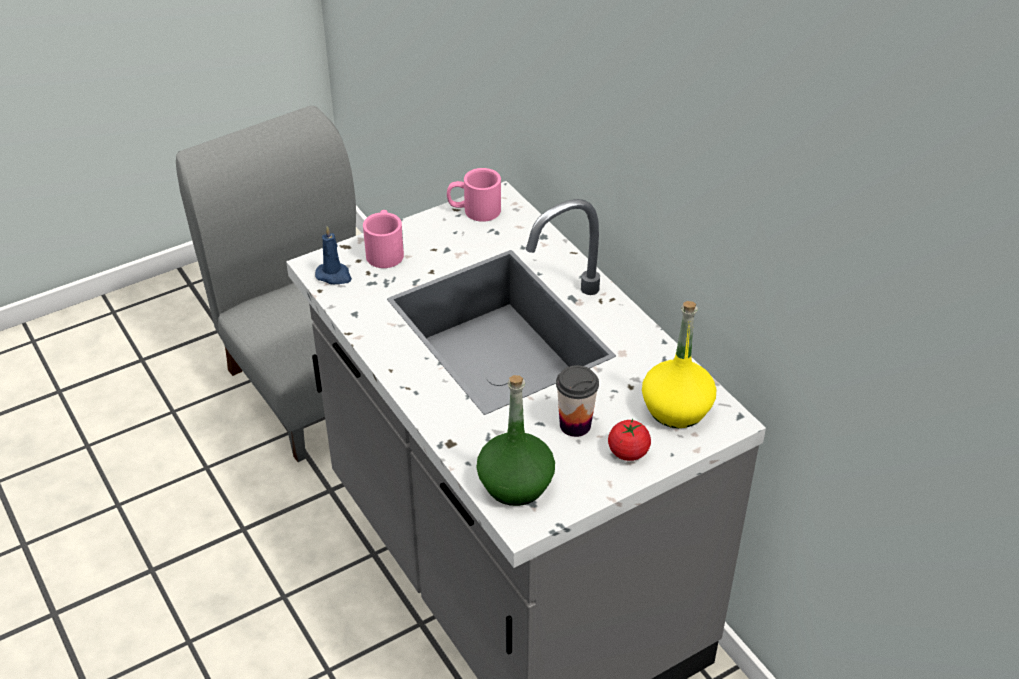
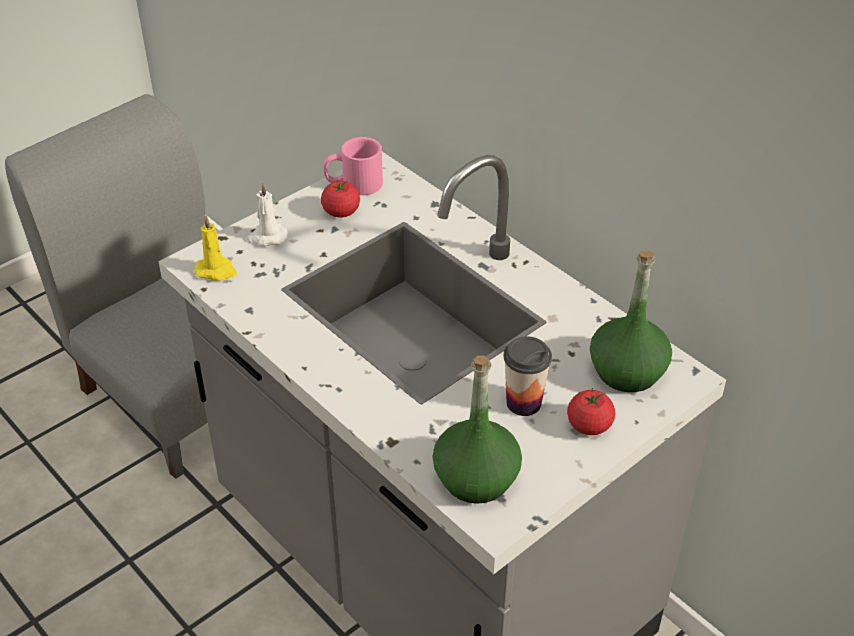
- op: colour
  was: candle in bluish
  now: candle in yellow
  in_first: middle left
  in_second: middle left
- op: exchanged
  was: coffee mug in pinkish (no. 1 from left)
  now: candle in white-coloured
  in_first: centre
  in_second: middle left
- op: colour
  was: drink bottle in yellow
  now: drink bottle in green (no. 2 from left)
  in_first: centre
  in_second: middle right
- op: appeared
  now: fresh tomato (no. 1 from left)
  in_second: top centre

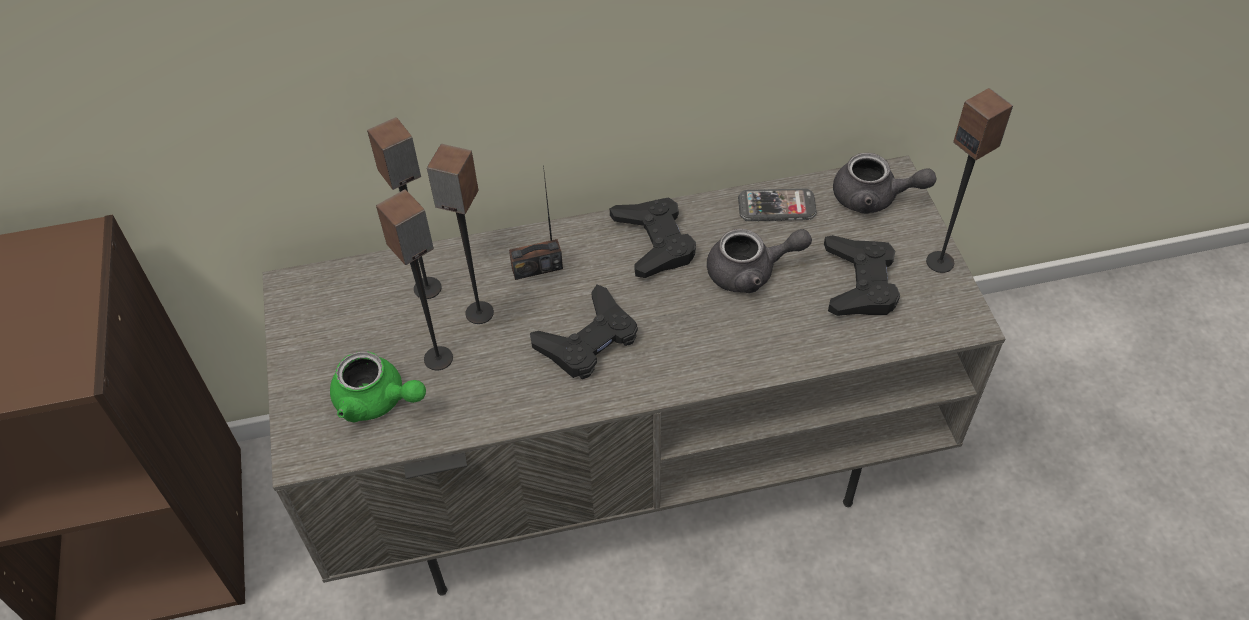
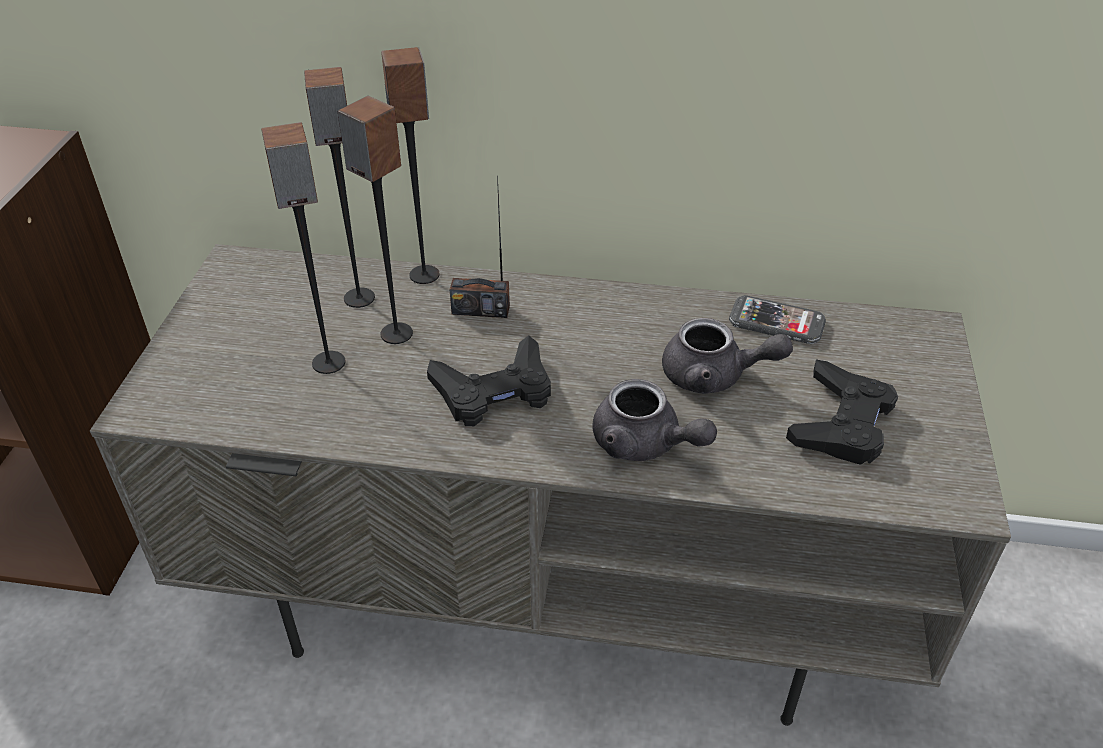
- op: missing
  was: tea pot in green
  in_first: middle left
- op: missing
  was: joypad in black (no. 2 from left)
  in_first: centre
- op: relocated
  was: tea pot in greyish (no. 2 from left in the first image)
  now: tea pot in greyish (no. 1 from left)
  in_first: top right
  in_second: centre
- op: relocated
  was: speaker (no. 4 from left)
  in_first: top right
  in_second: top centre

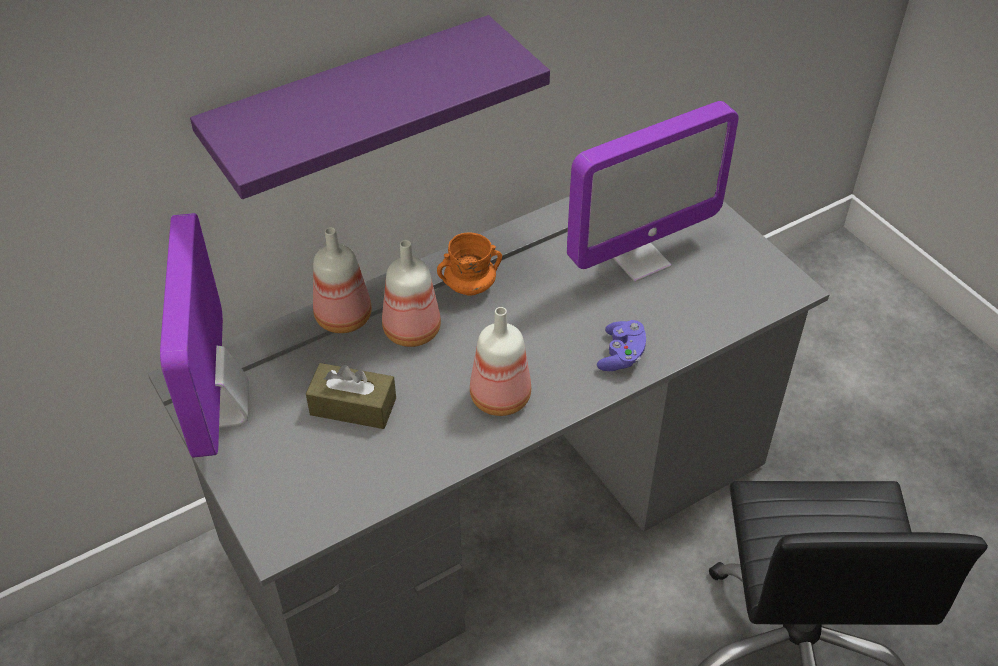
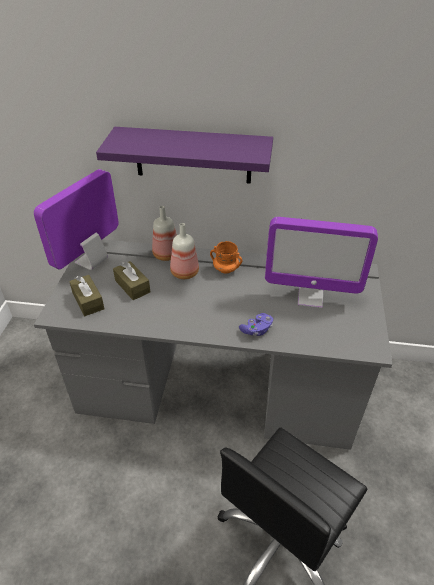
- op: missing
  was: drink bottle (no. 3 from left)
  in_first: centre
- op: appeared
  now: box of tissues in brown (no. 1 from left)
  in_second: middle left

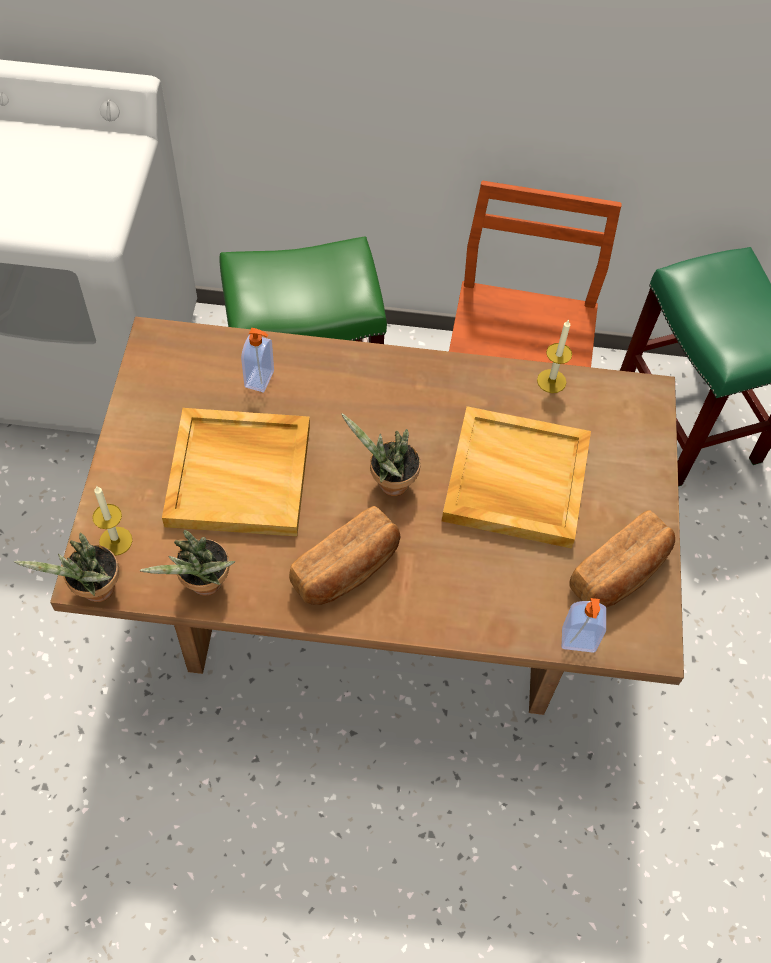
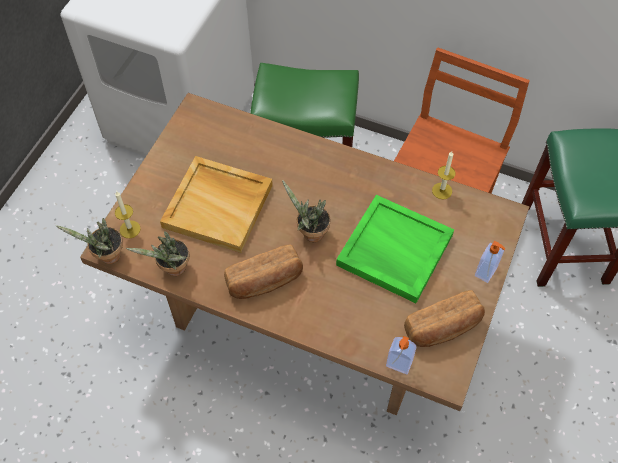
- op: relocated
  was: liquid soap bottle (no. 1 from left in the first image)
  now: liquid soap bottle (no. 2 from left)
  in_first: centre
  in_second: middle right
- op: colour
  was: serving tray in beige (no. 2 from left)
  now: serving tray in green
  in_first: middle right
  in_second: centre

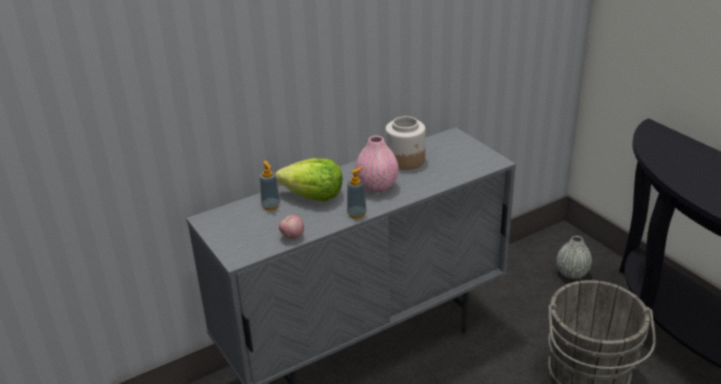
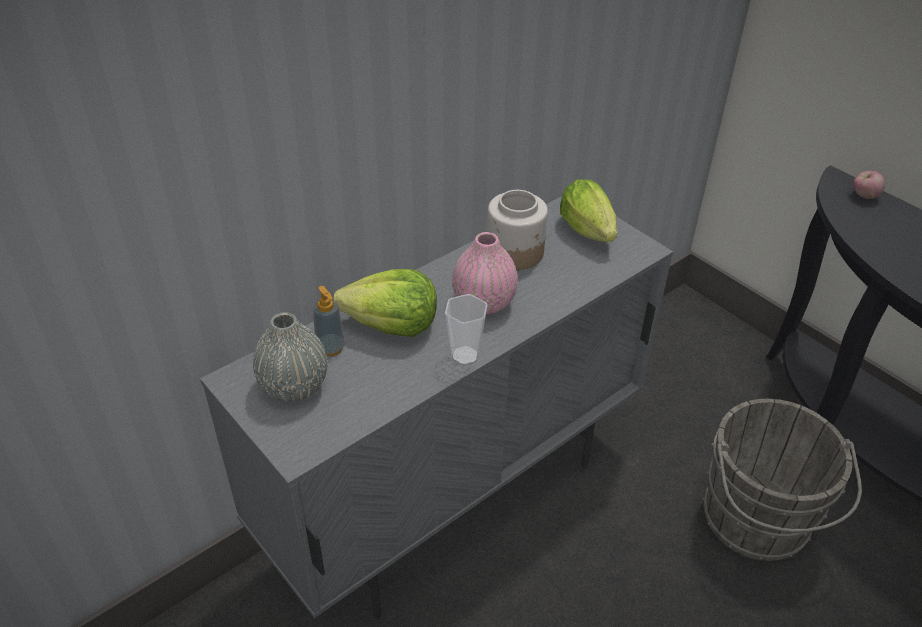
- op: relocated
  was: apple fruit
  in_first: centre
  in_second: top right
- op: exchanged
  was: liquid soap bottle (no. 2 from left)
  now: cup
  in_first: centre
  in_second: centre
- op: relocated
  was: decorative vase in greyish
  in_first: bottom right
  in_second: middle left
- op: appeared
  now: head of lettuce (no. 2 from left)
  in_second: centre

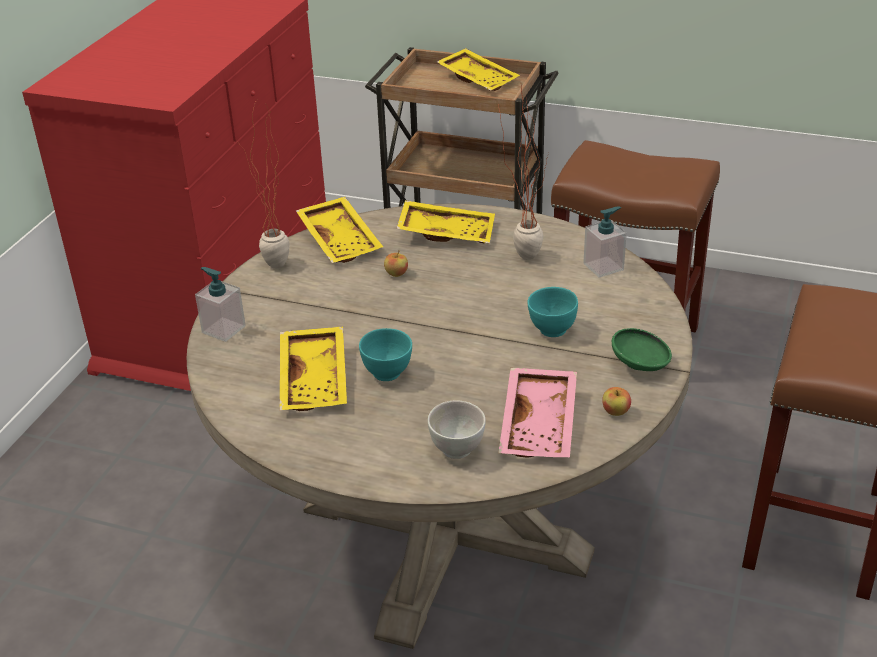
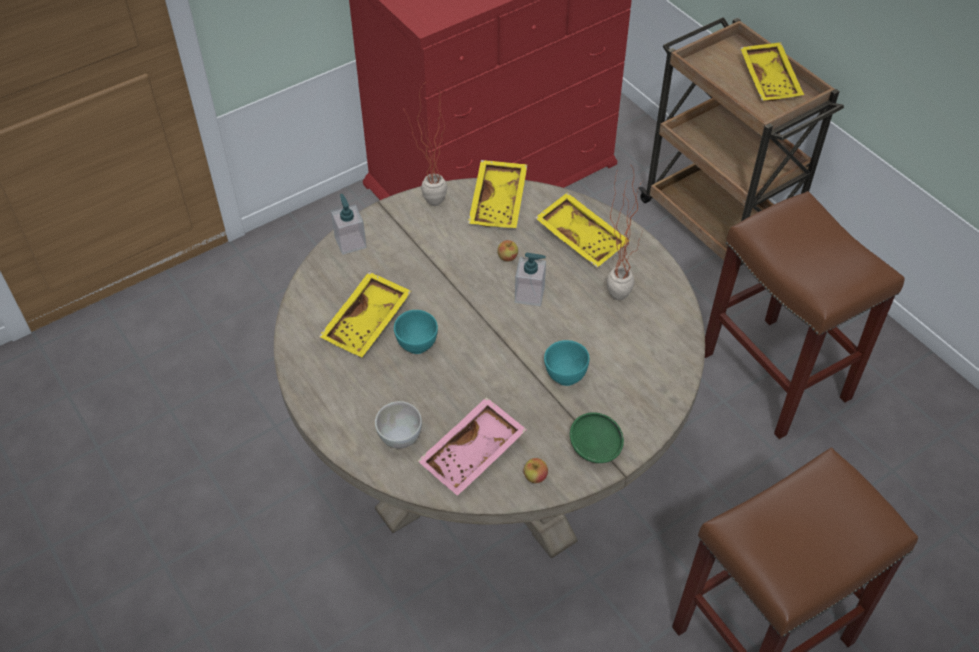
- op: relocated
  was: liquid soap bottle (no. 2 from left)
  in_first: middle right
  in_second: centre

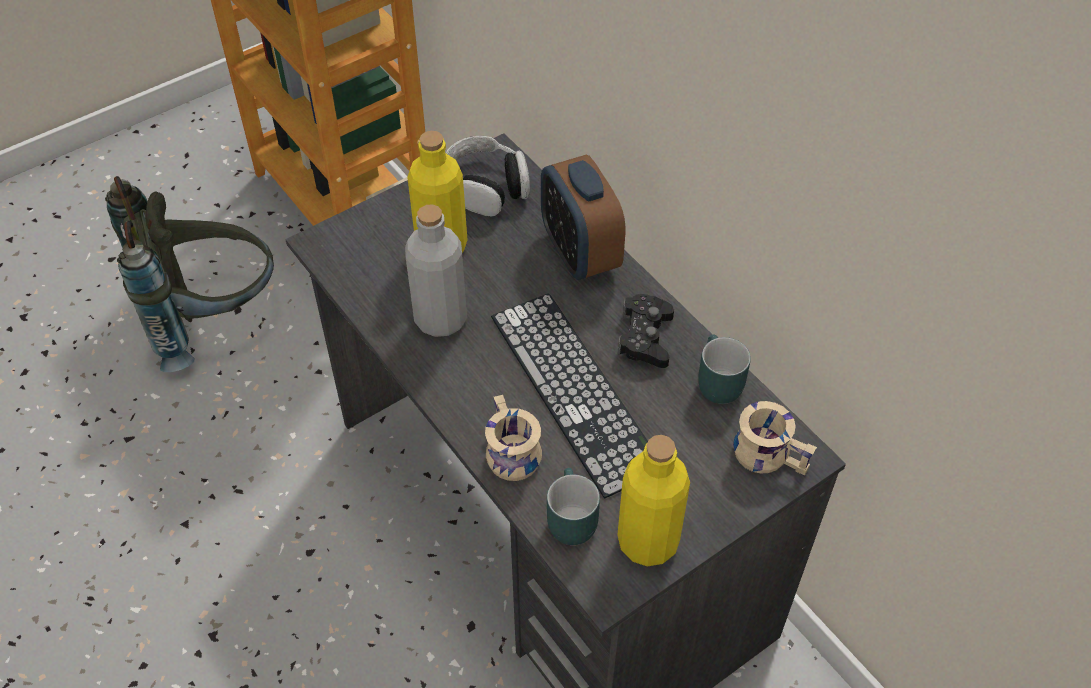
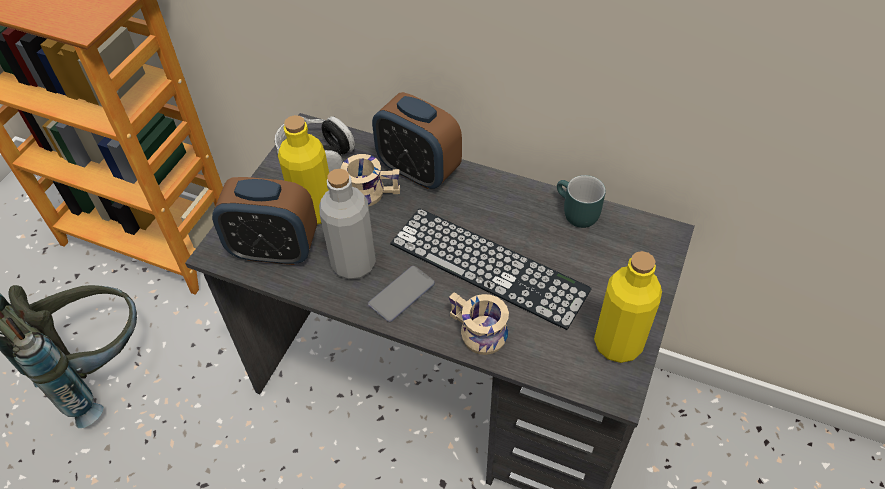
- op: missing
  was: coffee mug in blue-green (no. 1 from left)
  in_first: bottom centre
- op: missing
  was: joypad in black
  in_first: centre
- op: relocated
  was: coffee mug in beige (no. 2 from left in the first image)
  now: coffee mug in beige (no. 1 from left)
  in_first: middle right
  in_second: centre
- op: appeared
  now: bedside clock (no. 1 from left)
  in_second: middle left
- op: appeared
  now: telephone
  in_second: centre

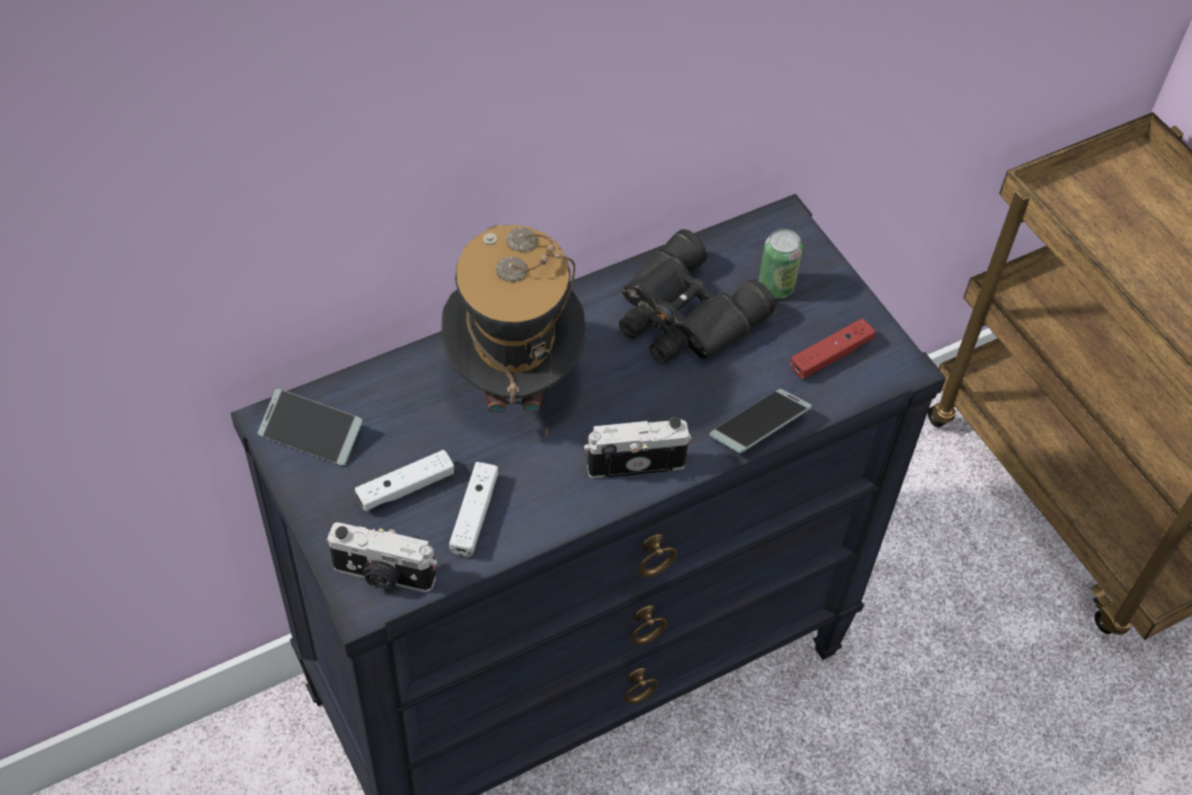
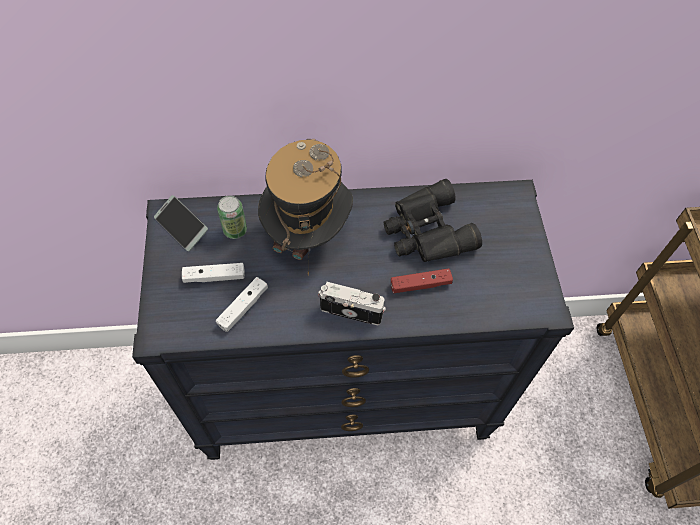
- op: missing
  was: still camera (no. 1 from left)
  in_first: bottom left
- op: missing
  was: telephone (no. 2 from left)
  in_first: centre
- op: relocated
  was: metal can
  in_first: top centre
  in_second: middle left
- op: relocated
  was: joypad in reddish
  in_first: middle right
  in_second: centre

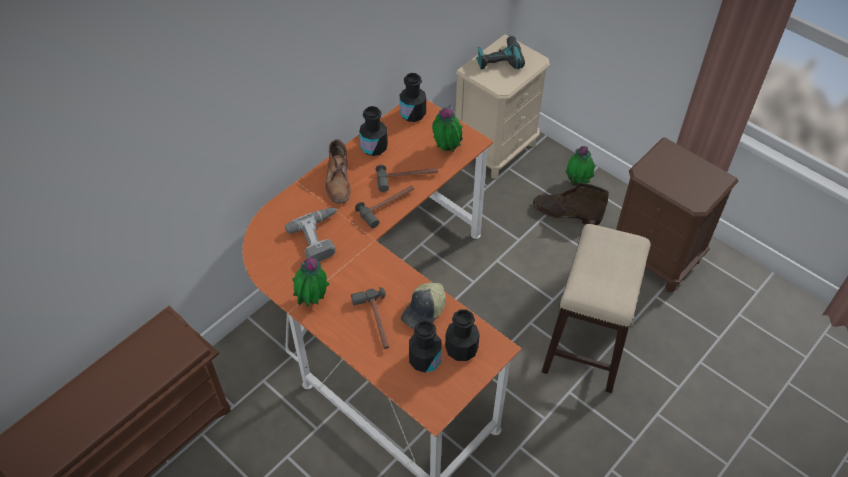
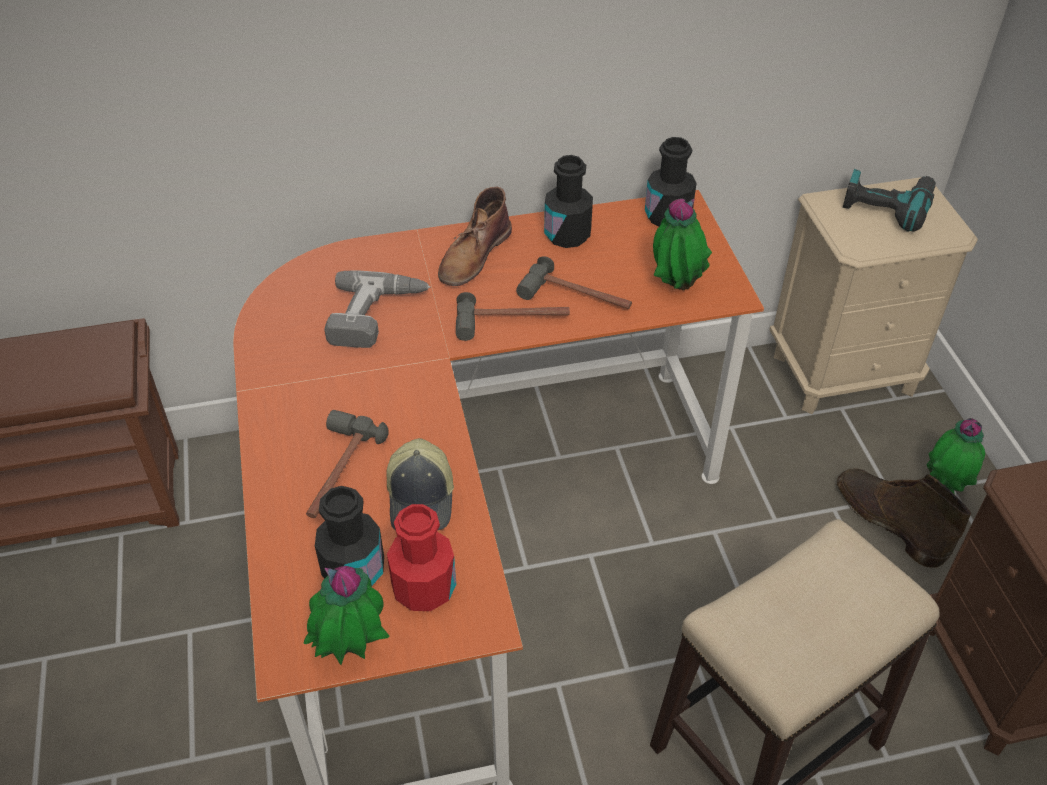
- op: relocated
  was: plant in a pot (no. 1 from left)
  in_first: centre
  in_second: bottom left
- op: spun
  was: baseball cap
  in_first: centre
  in_second: centre
  clockwise: -75
- op: colour
  was: drink bottle in black (no. 4 from left)
  now: drink bottle in reddish
  in_first: bottom centre
  in_second: bottom centre

